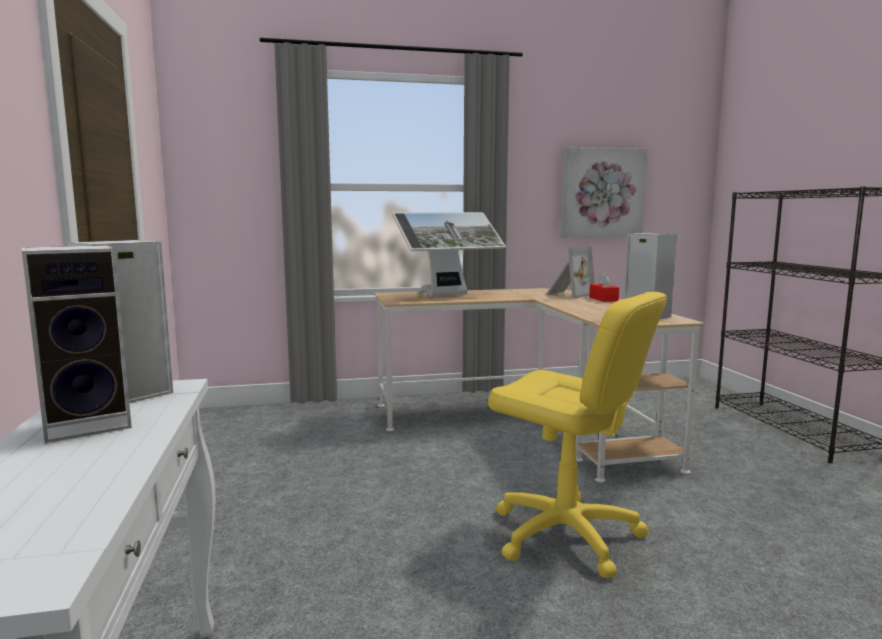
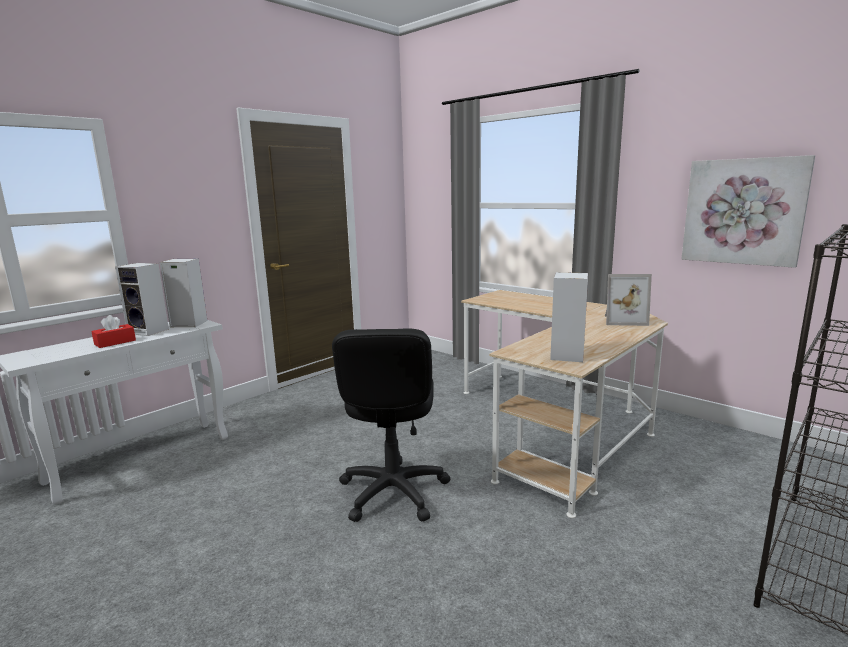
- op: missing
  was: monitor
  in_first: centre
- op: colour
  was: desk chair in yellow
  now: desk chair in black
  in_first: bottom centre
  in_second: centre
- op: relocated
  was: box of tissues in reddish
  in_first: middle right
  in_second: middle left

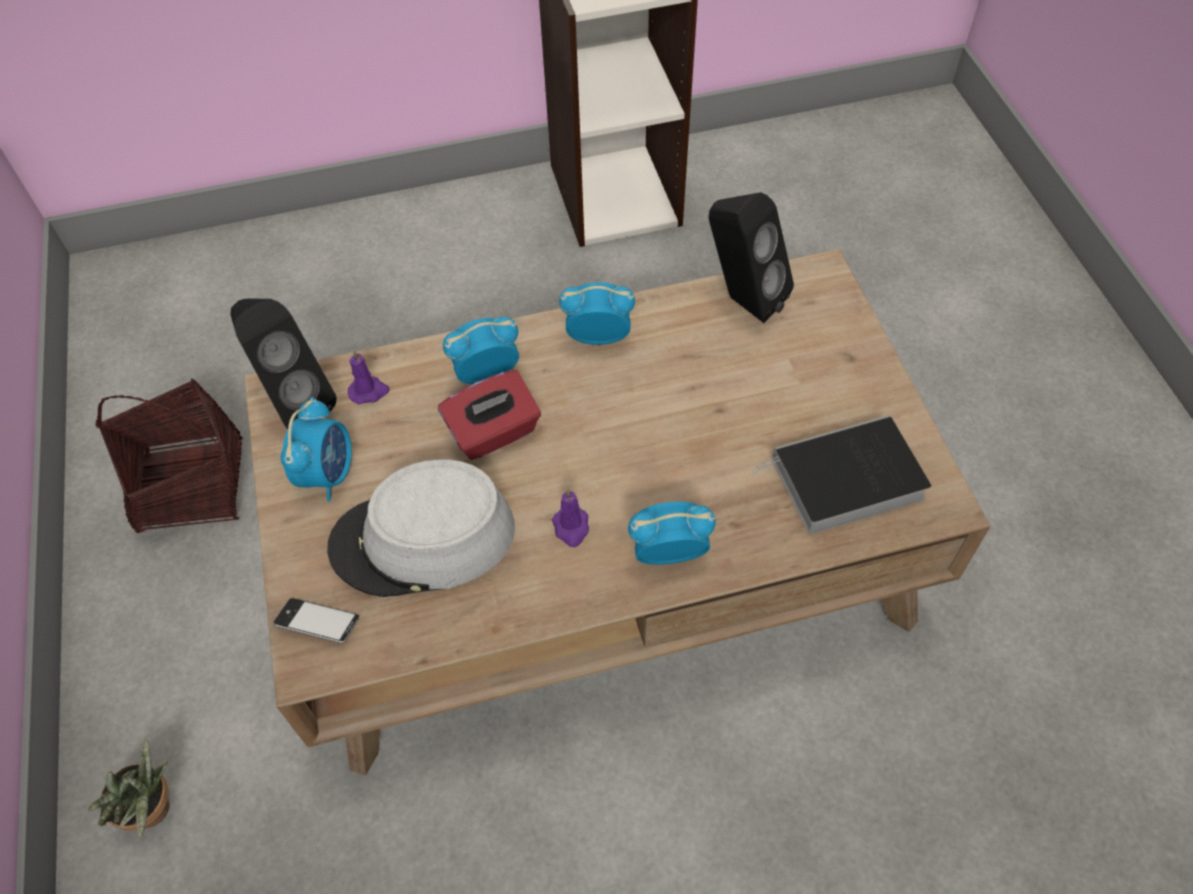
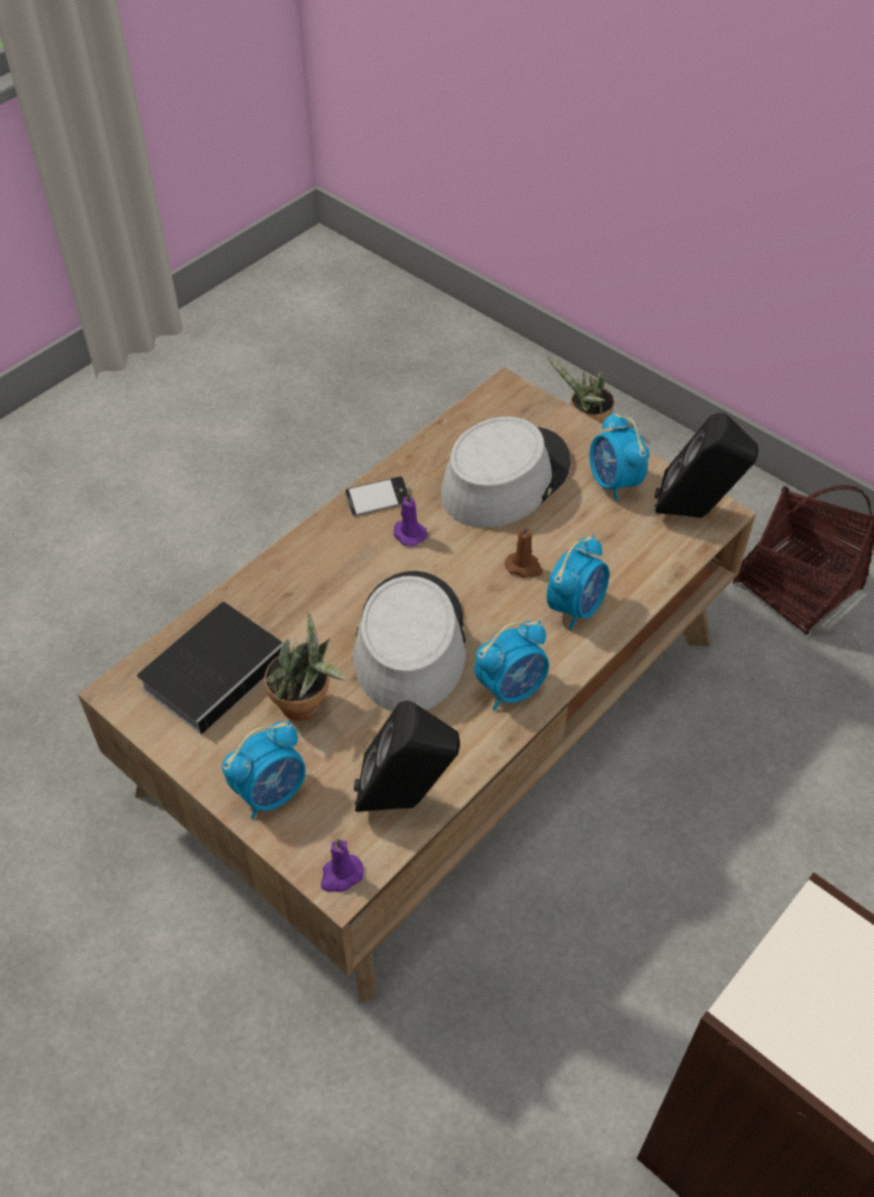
- op: relocated
  was: telephone
  in_first: bottom left
  in_second: centre
- op: relocated
  was: candle in purple (no. 1 from left)
  in_first: middle left
  in_second: bottom centre
- op: exchanged
  was: box of tissues in reddish
  now: candle in brown
  in_first: centre
  in_second: centre
- op: relocated
  was: bedside clock (no. 4 from left in the first image)
  now: bedside clock (no. 1 from left)
  in_first: centre
  in_second: middle left
- op: appeared
  now: plant in a pot (no. 1 from left)
  in_second: centre
- op: appeared
  now: clothing hat in greyish (no. 1 from left)
  in_second: centre

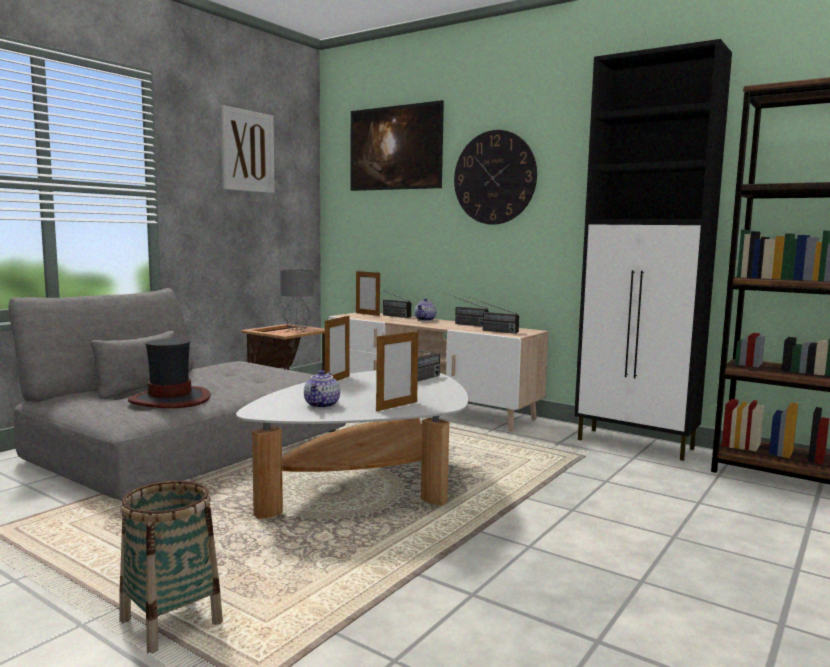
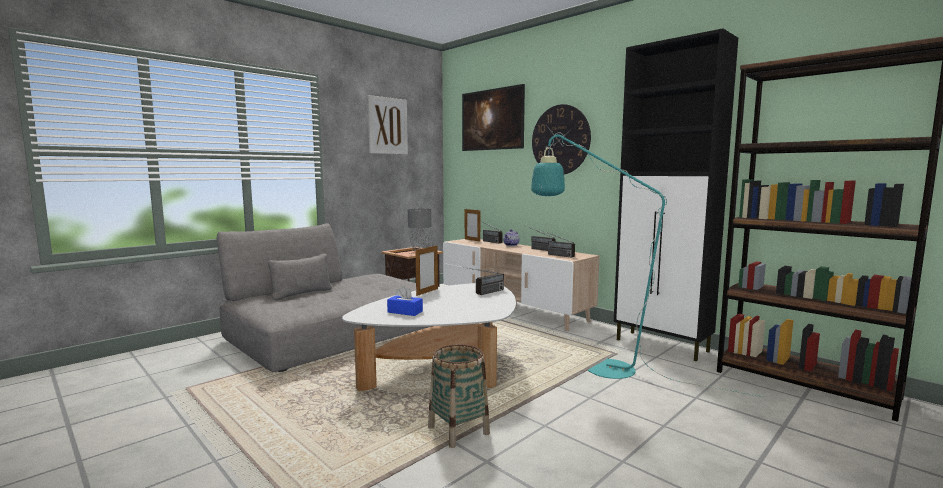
- op: relocated
  was: basket
  in_first: bottom left
  in_second: bottom centre
- op: missing
  was: clothing hat
  in_first: middle left
- op: exchanged
  was: tea pot (no. 1 from left)
  now: box of tissues in bluish
  in_first: centre
  in_second: centre
- op: missing
  was: photo frame (no. 3 from left)
  in_first: centre
- op: appeared
  now: floor lamp in blue-green
  in_second: middle right

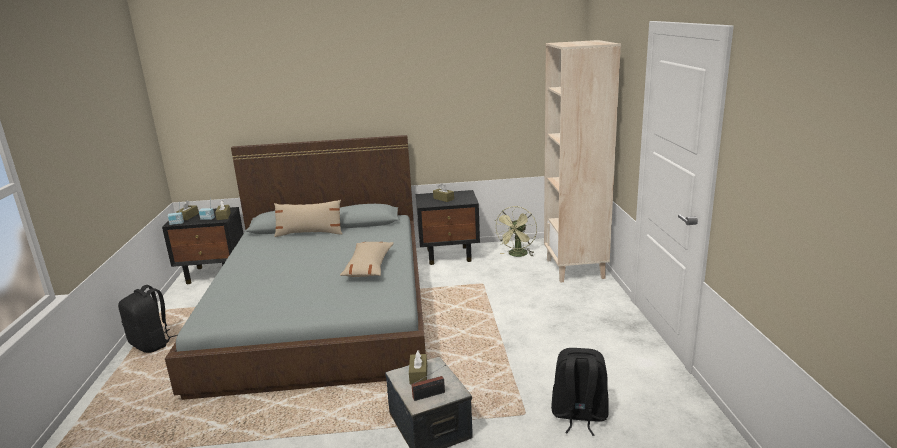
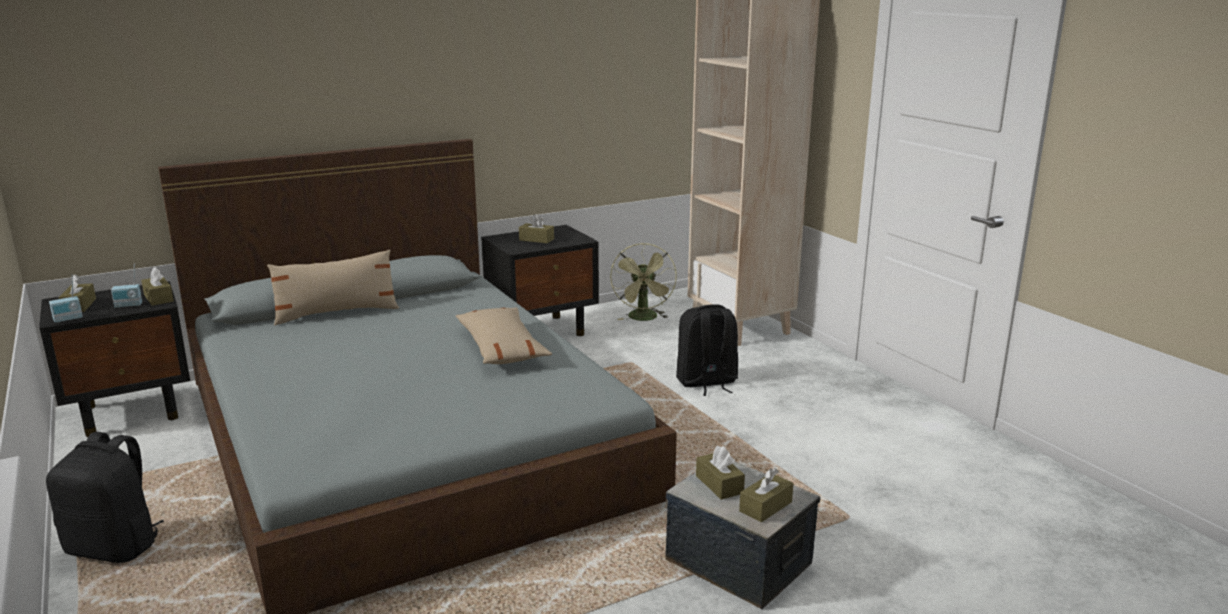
- op: exchanged
  was: radio (no. 3 from left)
  now: box of tissues in brown (no. 5 from left)
  in_first: bottom centre
  in_second: bottom centre
- op: relocated
  was: knapsack in black (no. 2 from left)
  in_first: bottom centre
  in_second: centre

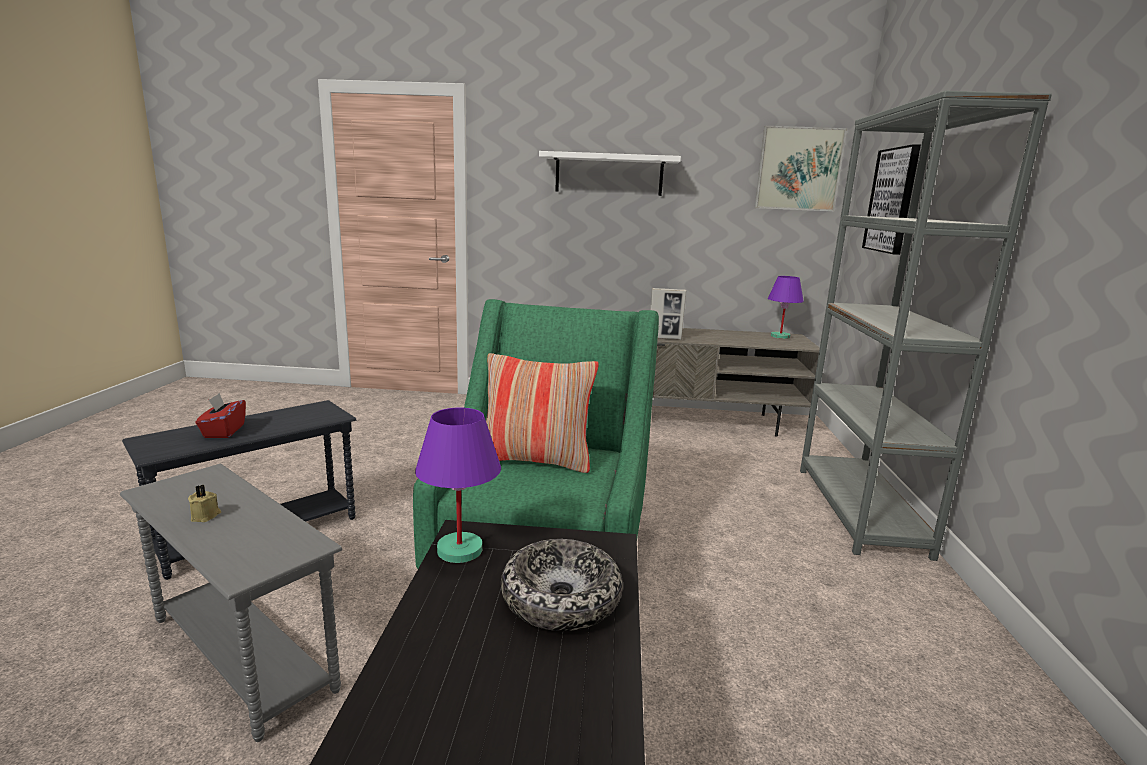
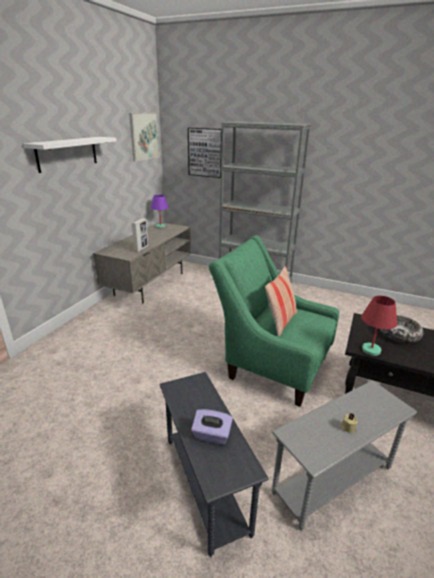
- op: colour
  was: box of tissues in reddish
  now: box of tissues in purple
  in_first: middle left
  in_second: bottom centre
- op: colour
  was: lamp for a table in purple (no. 1 from left)
  now: lamp for a table in reddish
  in_first: centre
  in_second: middle right

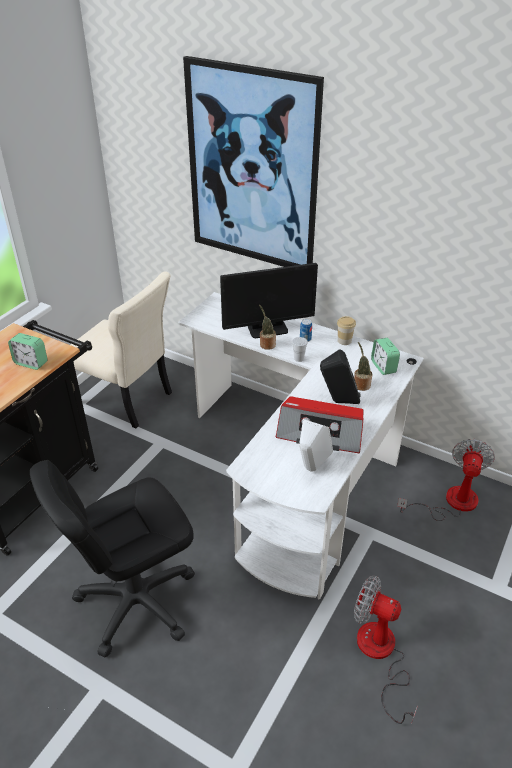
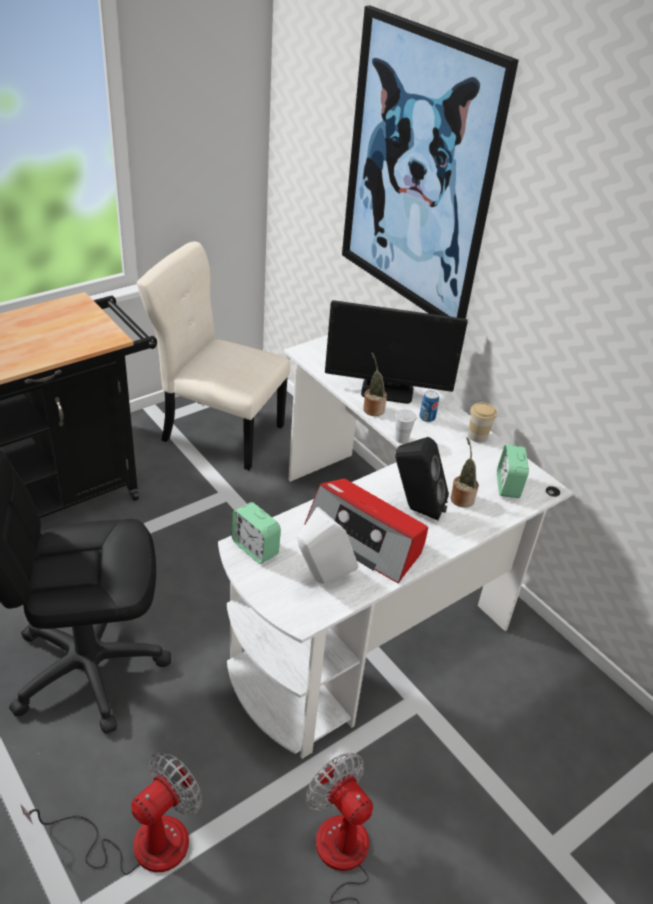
- op: relocated
  was: bedside clock (no. 1 from left)
  in_first: middle left
  in_second: centre
- op: spun
  was: upright chair in beige
  in_first: middle left
  in_second: middle left
  clockwise: 150
- op: relocated
  was: electric fan (no. 2 from left in the first image)
  now: electric fan (no. 1 from left)
  in_first: middle right
  in_second: bottom left

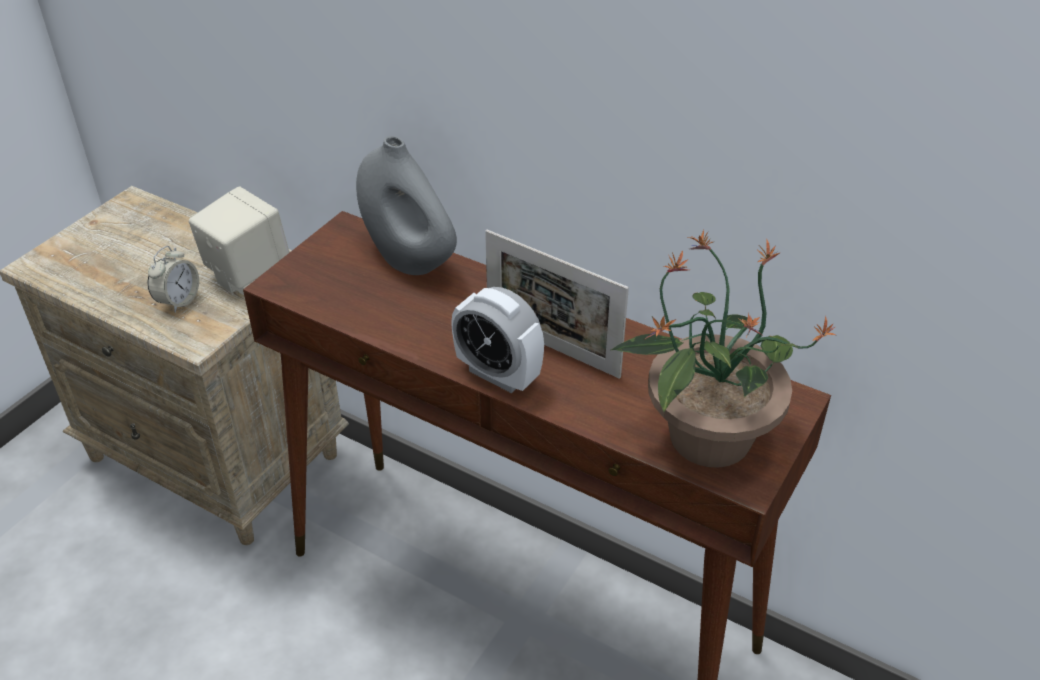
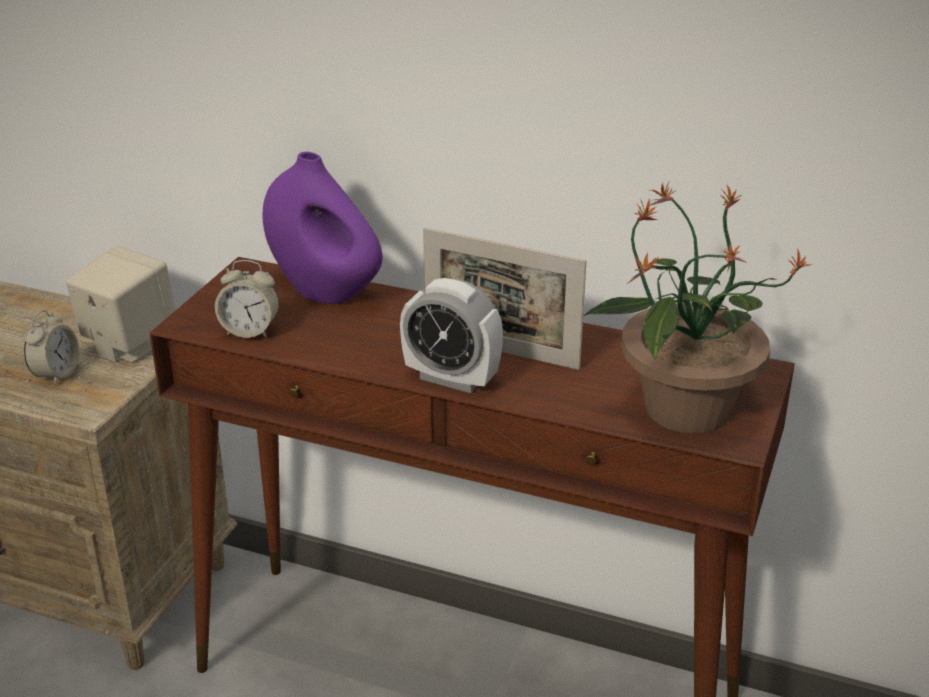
- op: colour
  was: decorative vase in greyish
  now: decorative vase in purple
  in_first: top centre
  in_second: top centre
- op: appeared
  now: bedside clock (no. 2 from left)
  in_second: middle left

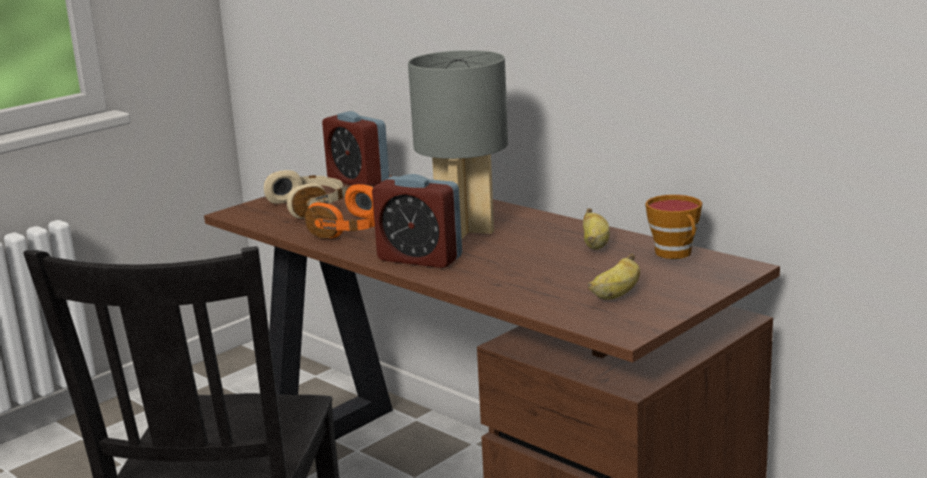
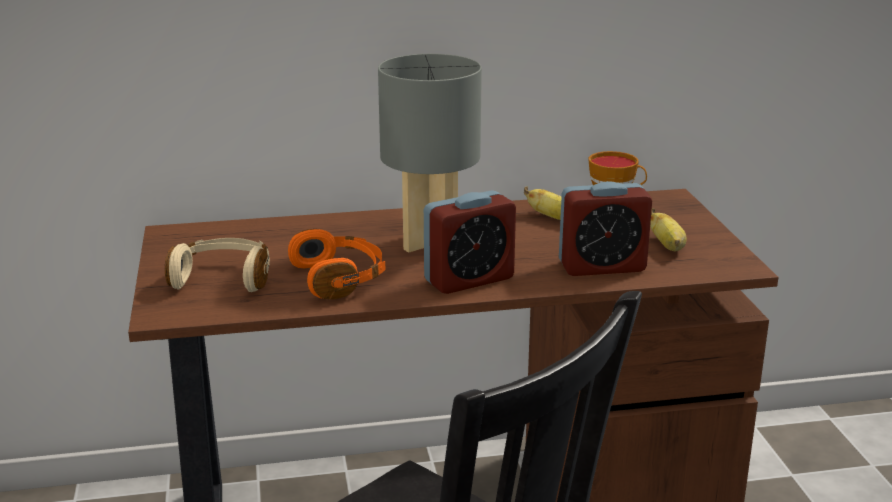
- op: relocated
  was: bedside clock (no. 1 from left in the first image)
  now: bedside clock (no. 2 from left)
  in_first: top centre
  in_second: middle right

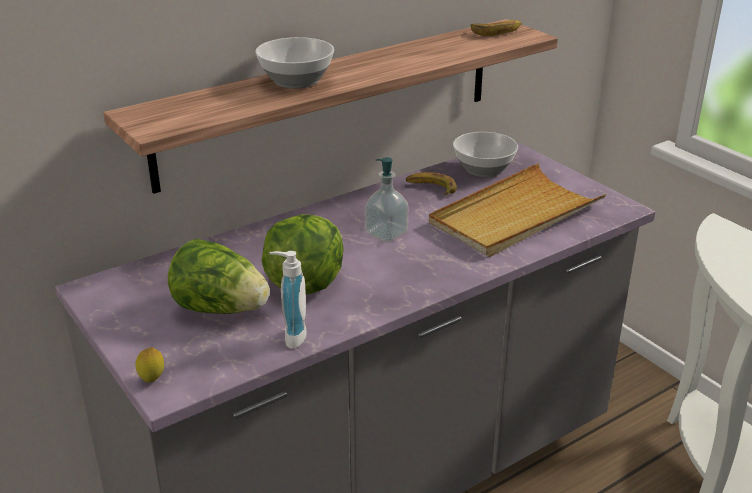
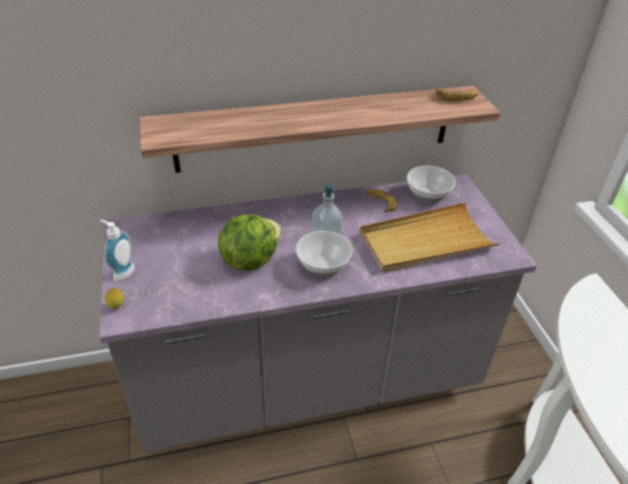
- op: missing
  was: head of lettuce (no. 1 from left)
  in_first: middle left
- op: relocated
  was: deep dish (no. 1 from left)
  in_first: top centre
  in_second: centre
- op: relocated
  was: liquid soap bottle (no. 1 from left)
  in_first: centre
  in_second: middle left

